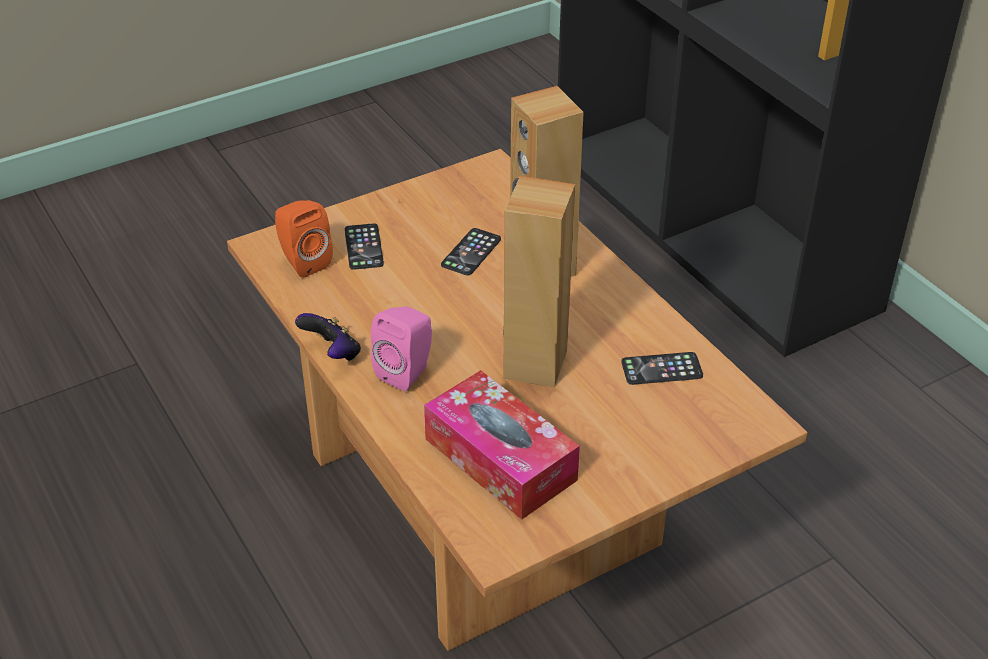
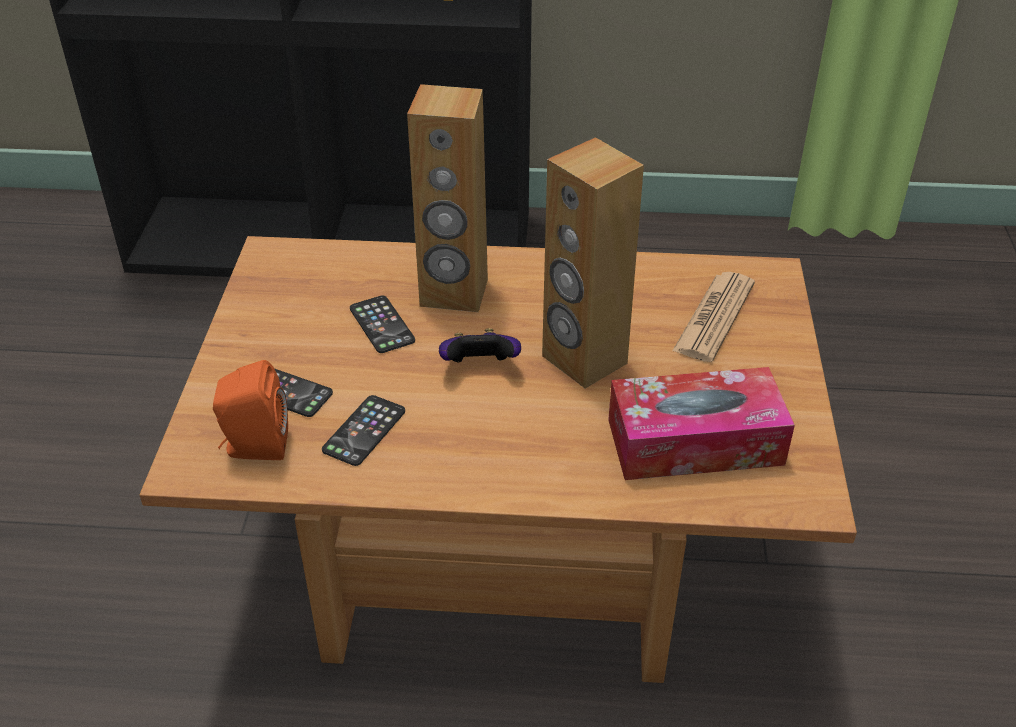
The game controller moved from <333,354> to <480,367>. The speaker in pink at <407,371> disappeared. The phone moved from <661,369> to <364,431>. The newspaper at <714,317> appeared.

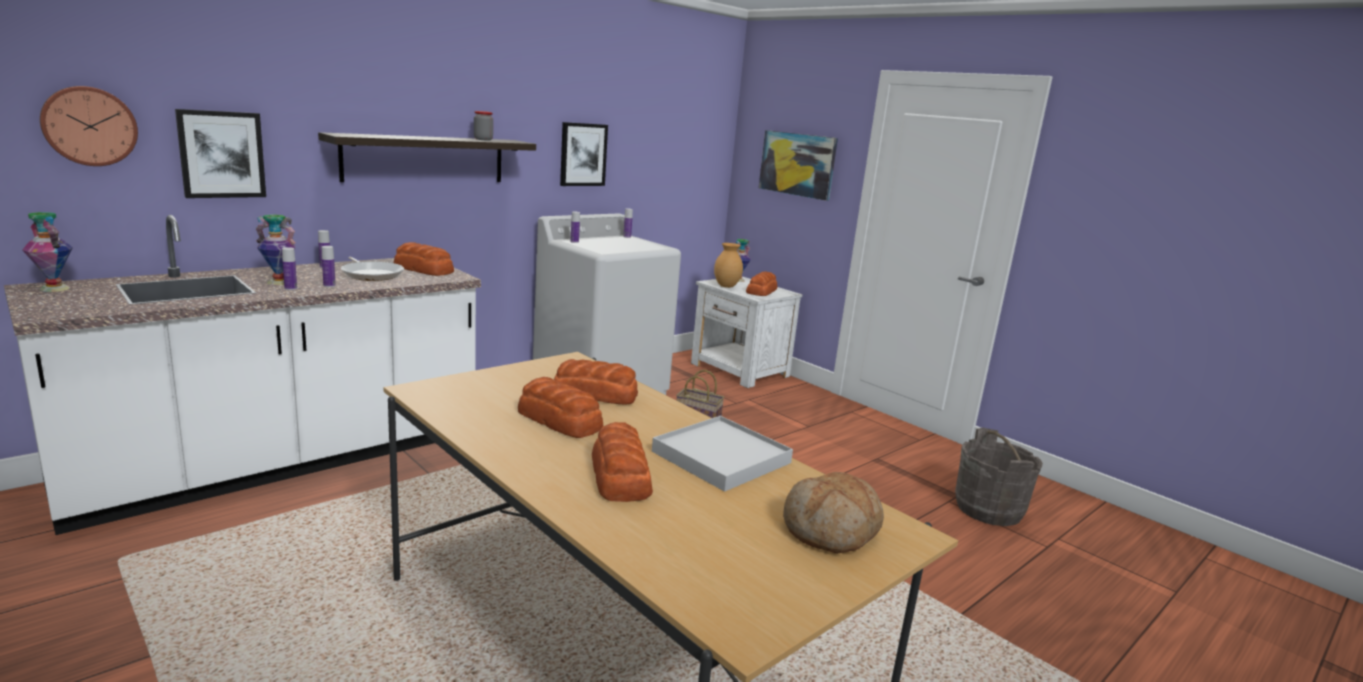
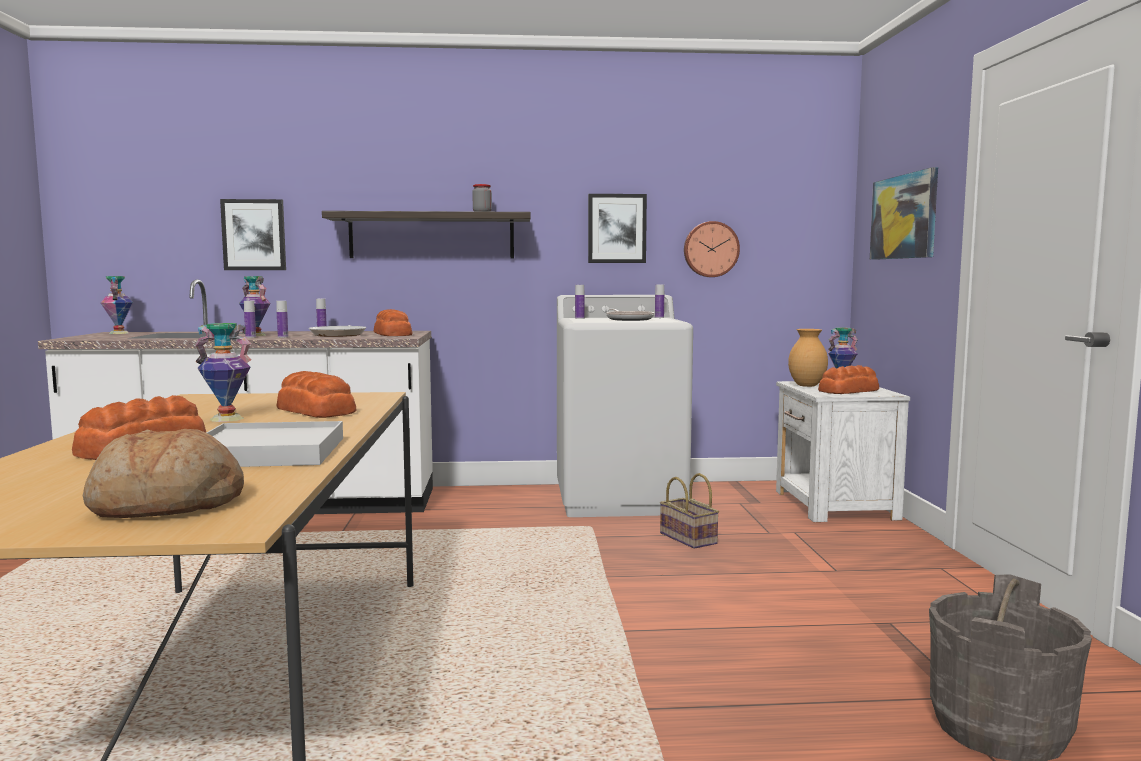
The wall clock moved from <89,126> to <710,249>. The bread at <560,421> was replaced by the vase at <226,419>. The frying pan at <629,319> appeared.

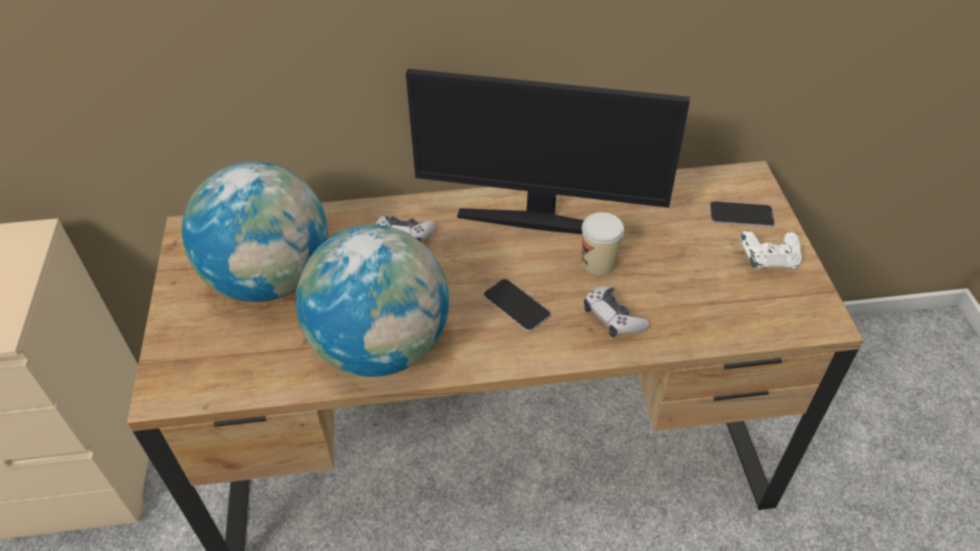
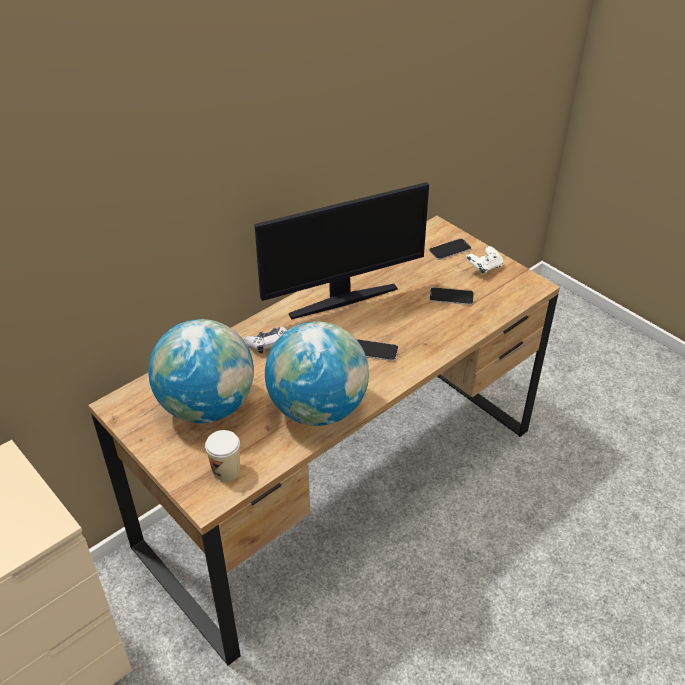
The cup moved from <598,263> to <226,470>. The game controller at <613,318> disappeared. The phone at <451,297> appeared.

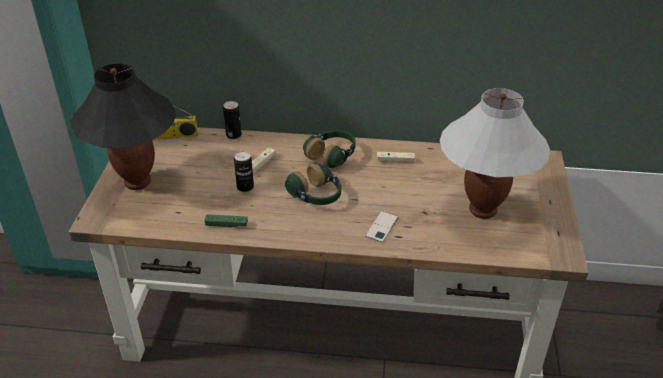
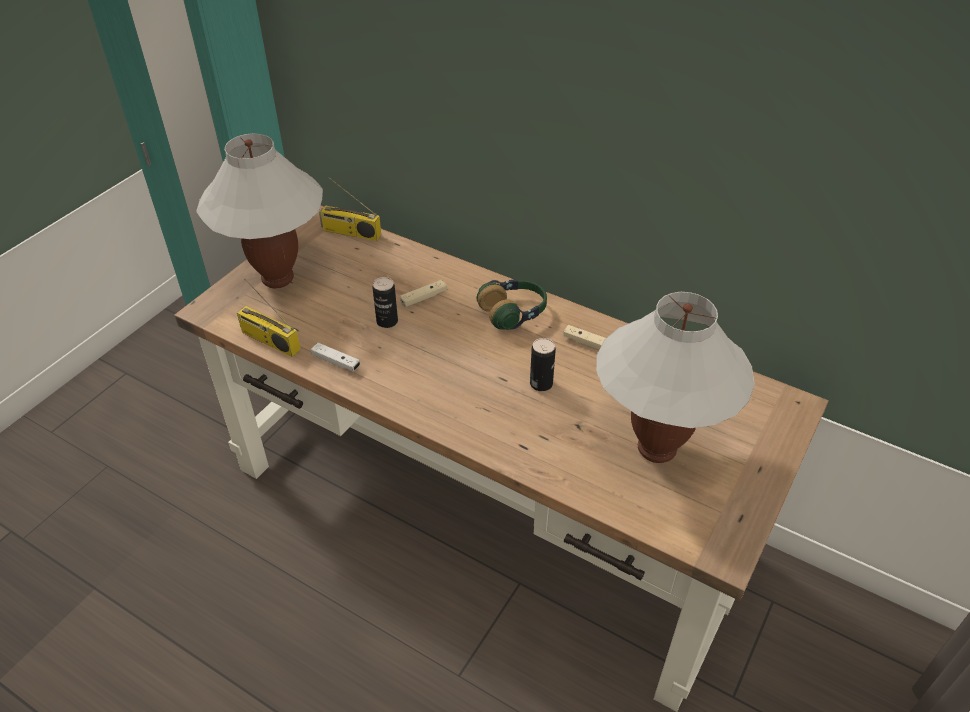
The table lamp in black at <137,182> became the table lamp in white at <278,278>. The game controller in green at <226,225> became the game controller in white at <336,362>. The can moved from <233,135> to <541,384>. The headphones at <316,196> disappeared. The phone at <382,227> disappeared. The radio at <269,341> appeared.

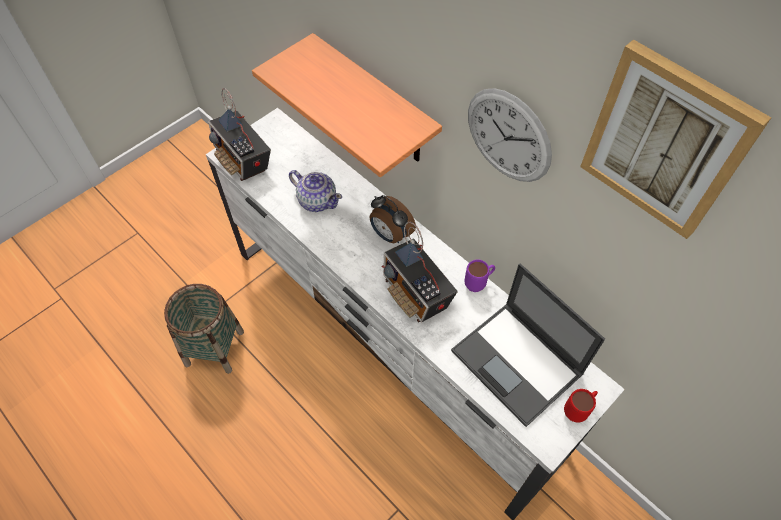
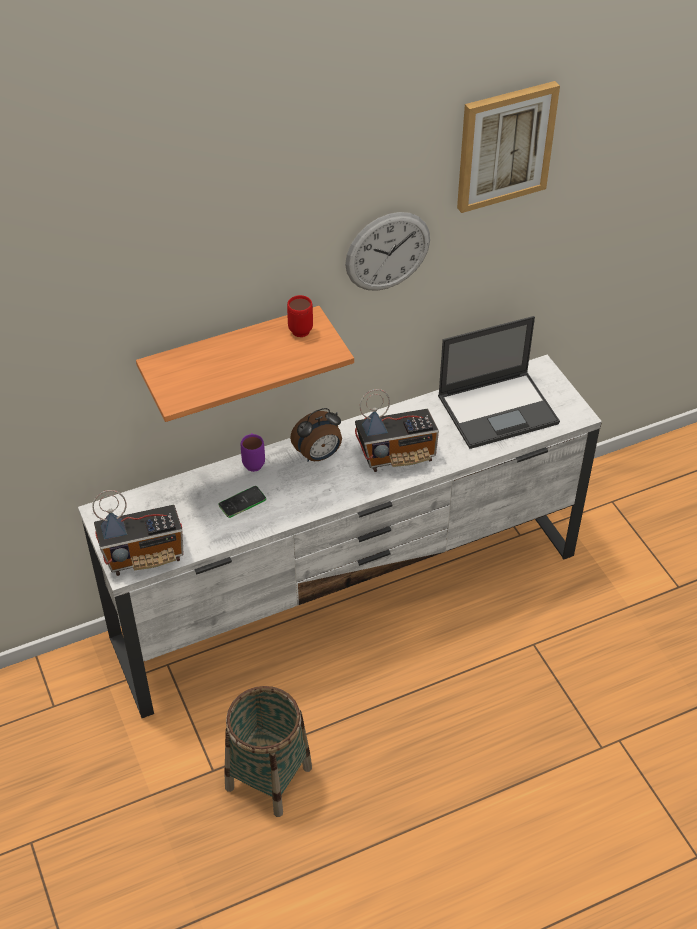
The teapot at <317,200> was replaced by the phone at <242,502>. The mug in purple moved from <478,284> to <253,462>. The mug in red moved from <578,410> to <299,328>.

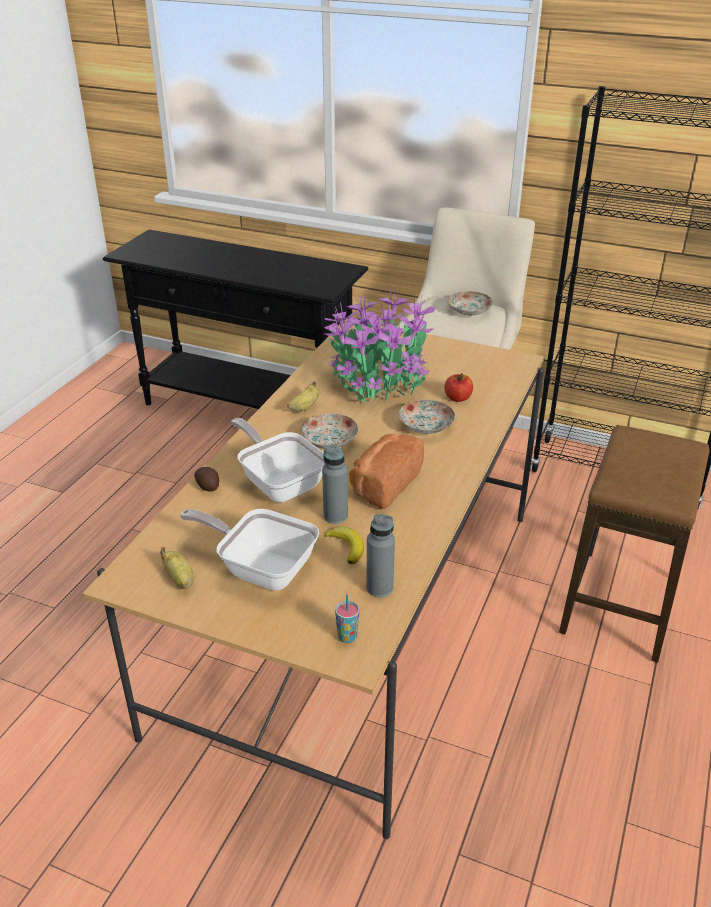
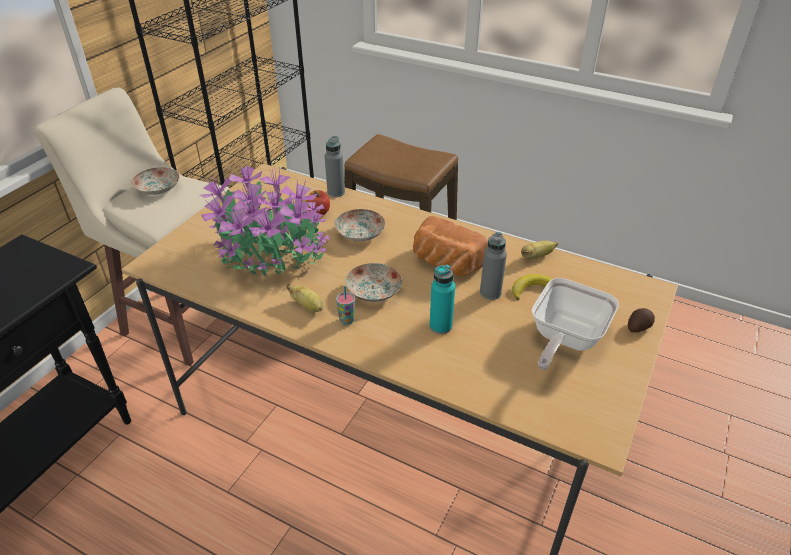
The banana moved from <180,579> to <536,256>. The potato moved from <208,486> to <638,326>. The frying pan at <279,483> was replaced by the bottle in turquoise at <440,326>. The cup moved from <347,637> to <347,320>. The bottle in grey moved from <379,588> to <336,192>.

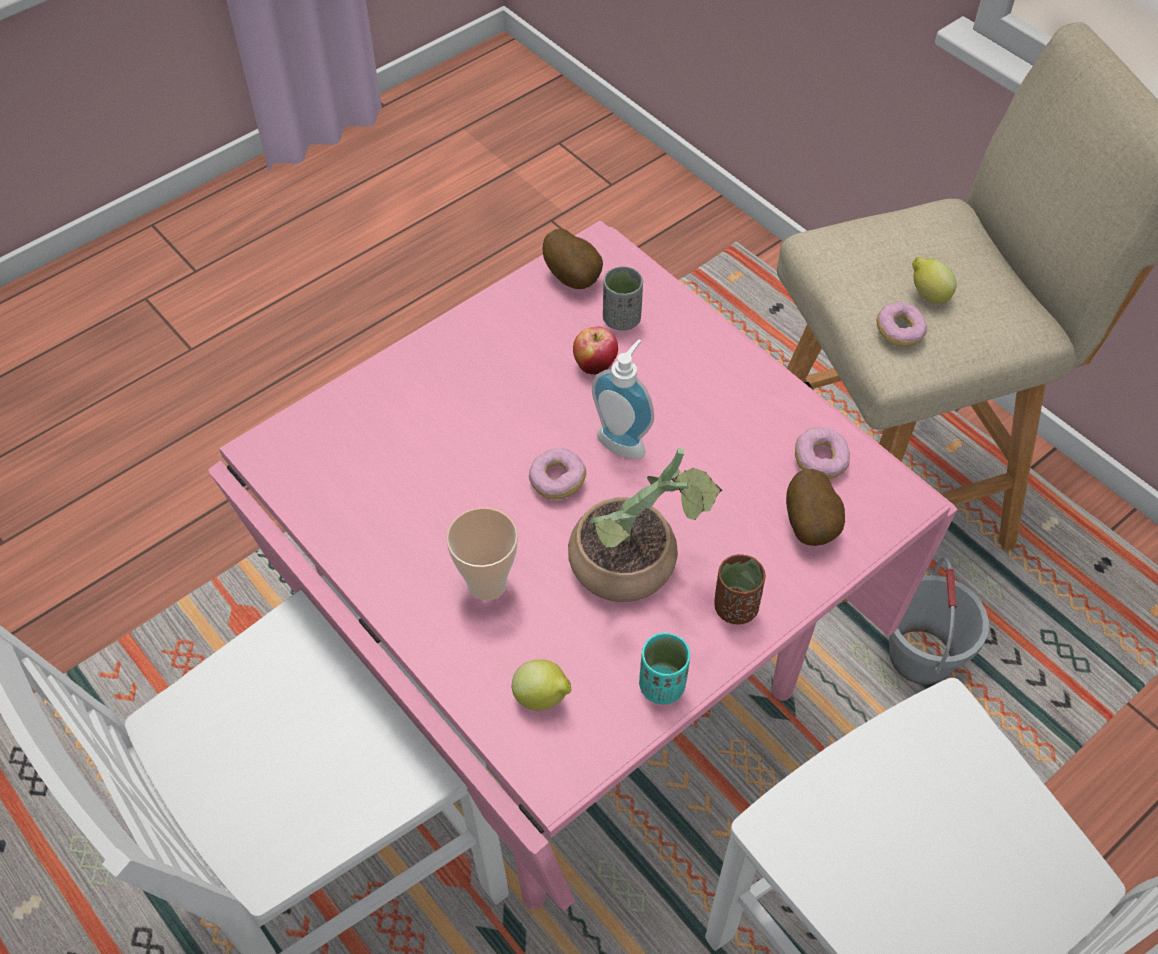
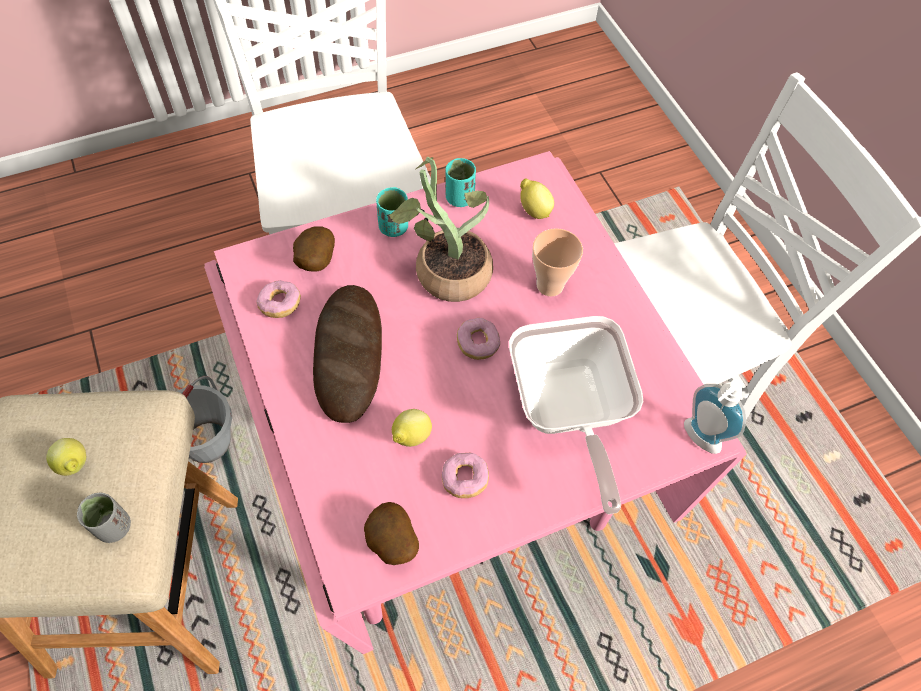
The apple at <595,365> was replaced by the lemon at <410,438>. The soap dispenser moved from <624,440> to <698,439>. The cup in grey moved from <621,319> to <114,527>. The cup in brown at <735,607> became the cup in turquoise at <393,227>. The donut moved from <899,332> to <464,479>. The bread at <349,355> appeared. The frying pan at <568,412> appeared.

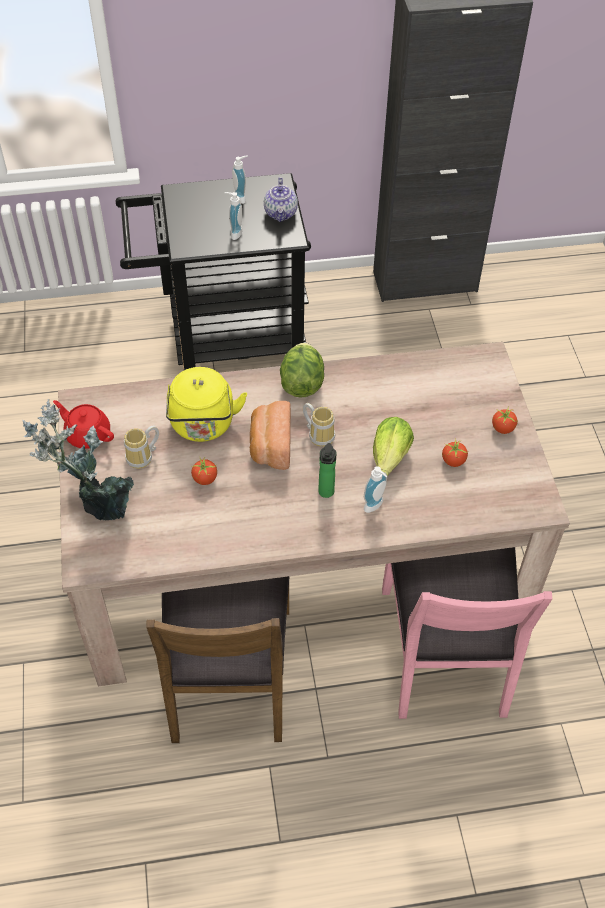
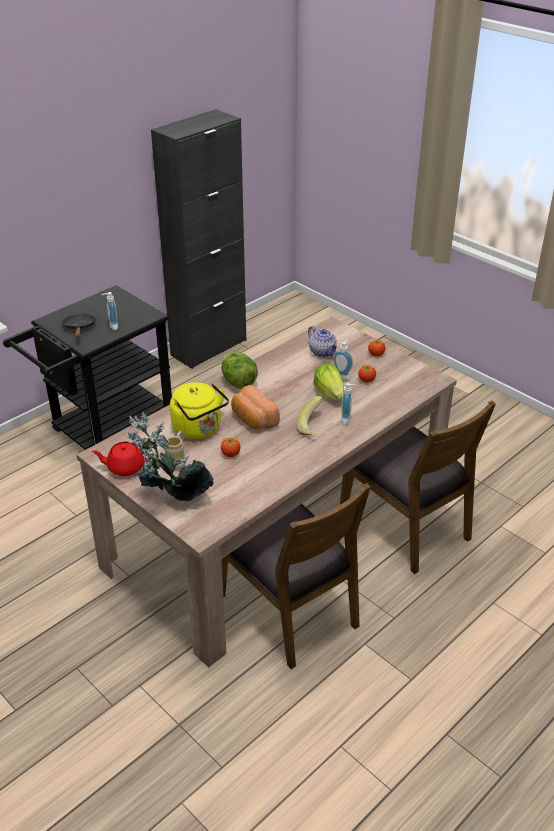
The soap dispenser moved from <242,197> to <343,376>. The teapot moved from <281,213> to <323,352>. The mug at <319,434> disappeared. The bottle at <326,493> was replaced by the banana at <312,427>. The chair in pink at <446,651> became the chair in brown at <406,525>. The frying pan in black at <80,328> appeared.

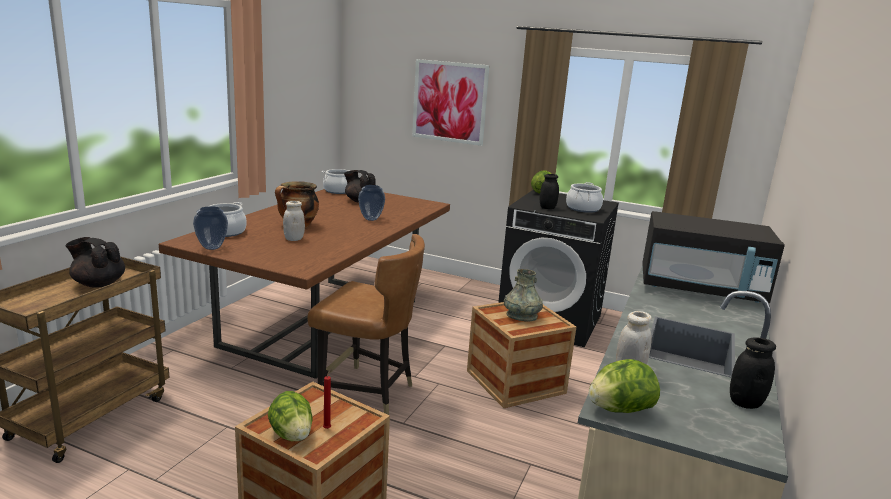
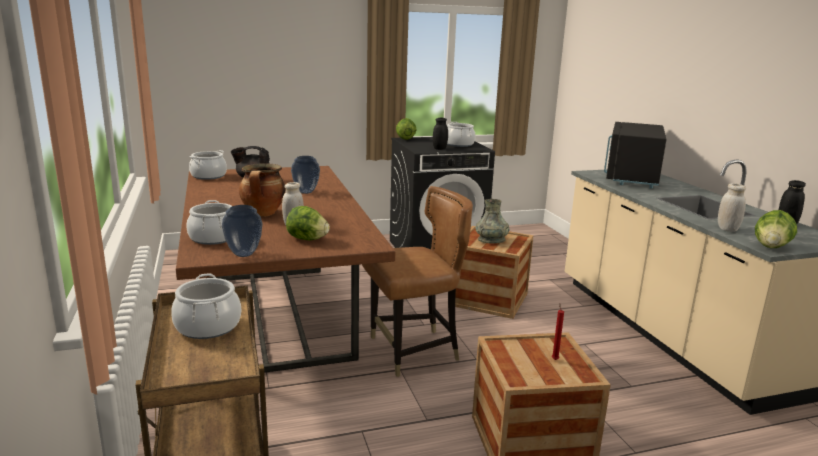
The teapot in black at <98,284> was replaced by the cooking pot at <207,326>. The lettuce moved from <292,434> to <307,239>. The picture at <449,102> disappeared. The microwave in black at <700,289> turned 135 degrees clockwise.

